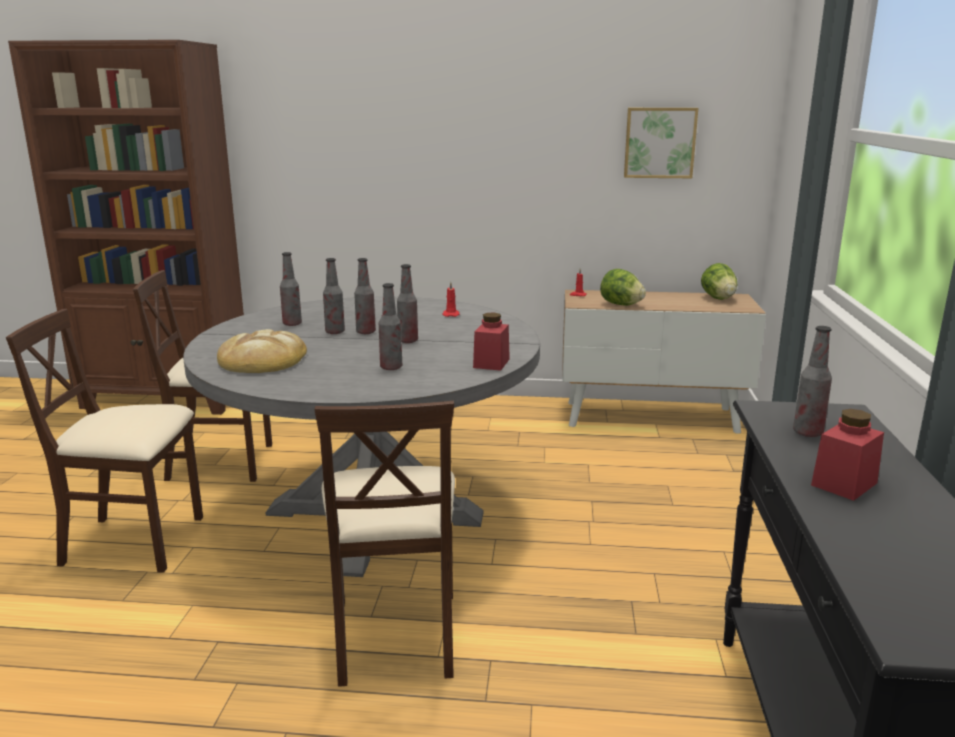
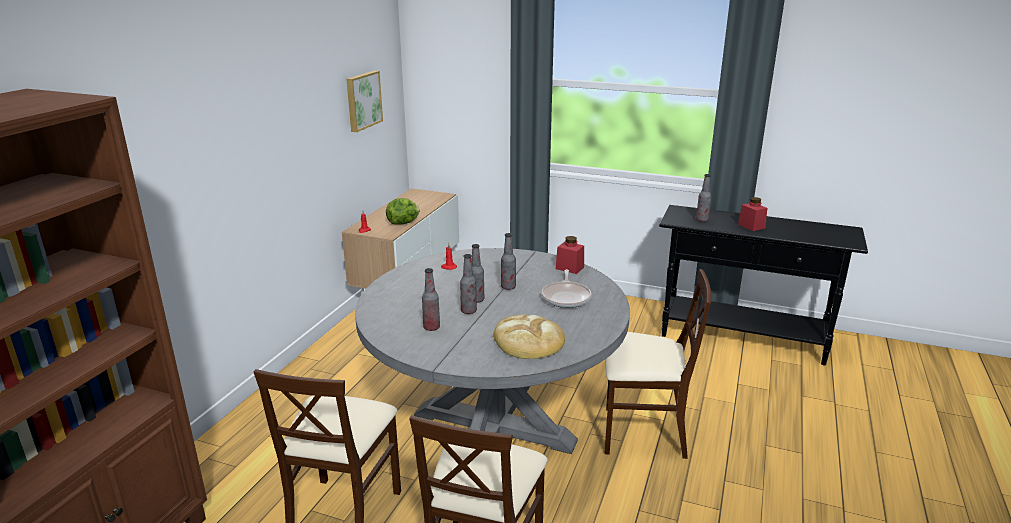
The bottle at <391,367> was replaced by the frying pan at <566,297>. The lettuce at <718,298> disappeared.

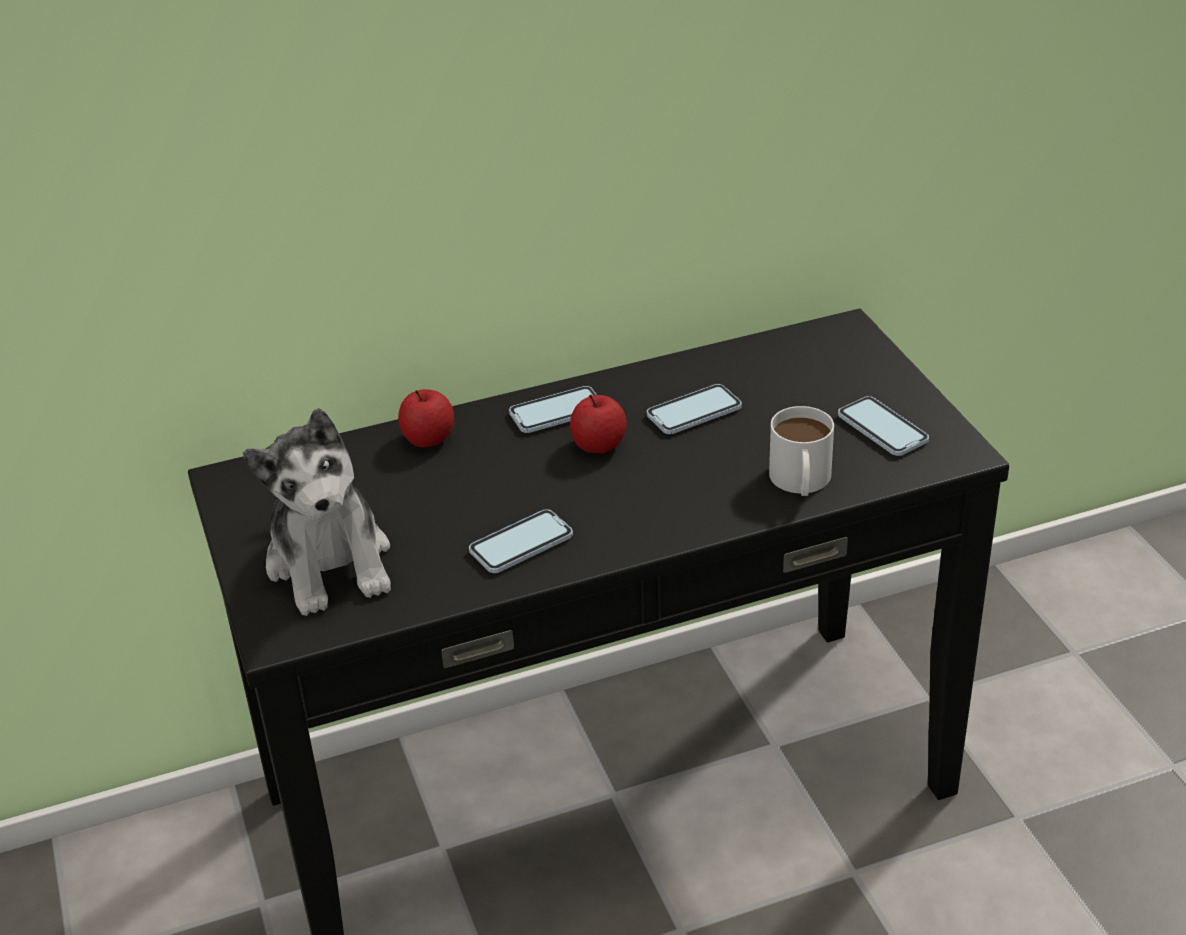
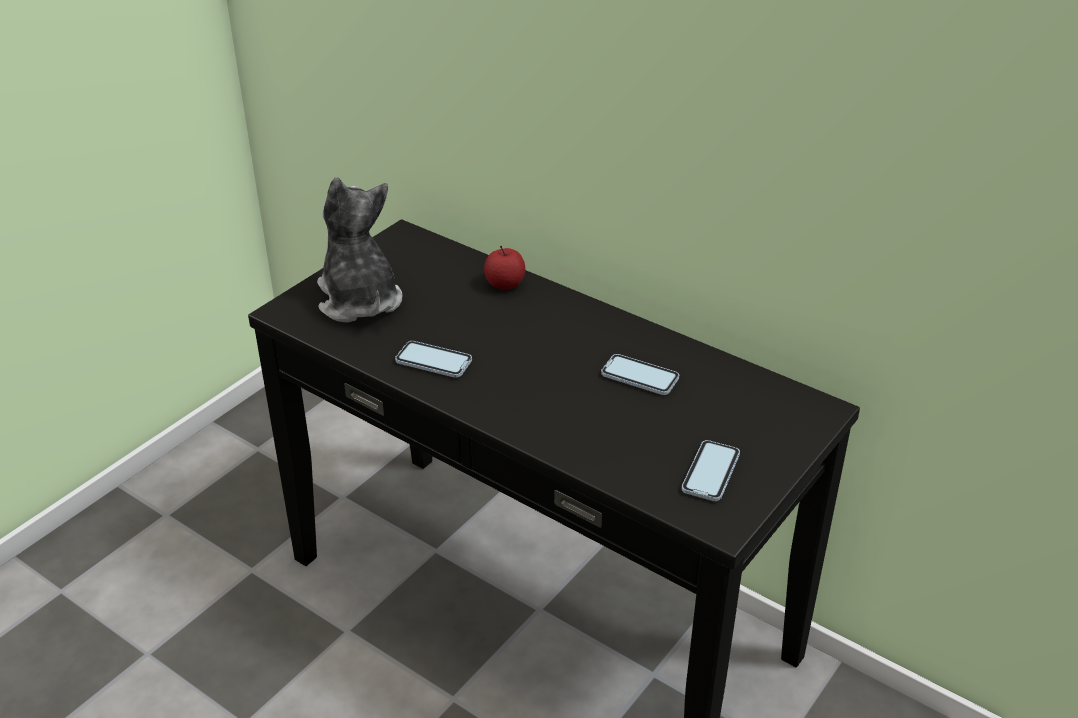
The plush toy at <330,562> turned 120 degrees clockwise. The phone at <557,412> disappeared. The apple at <598,445> disappeared. The mug in white at <801,482> disappeared.

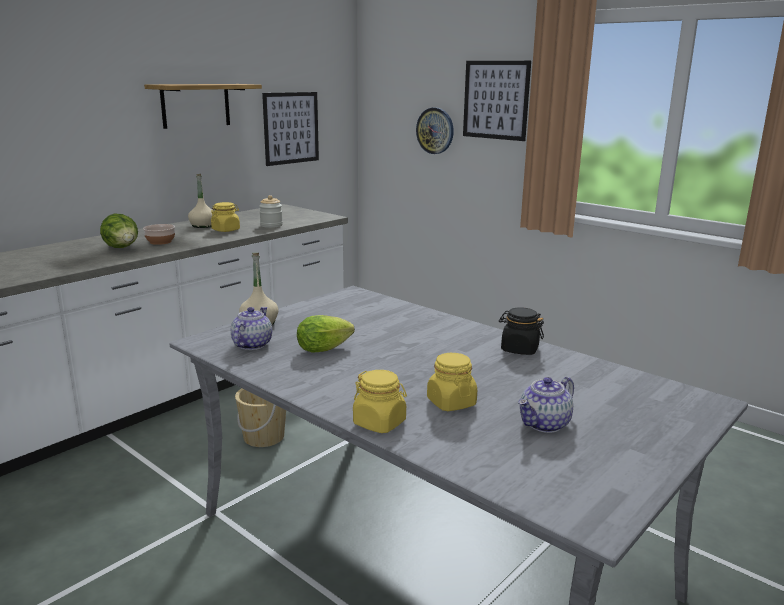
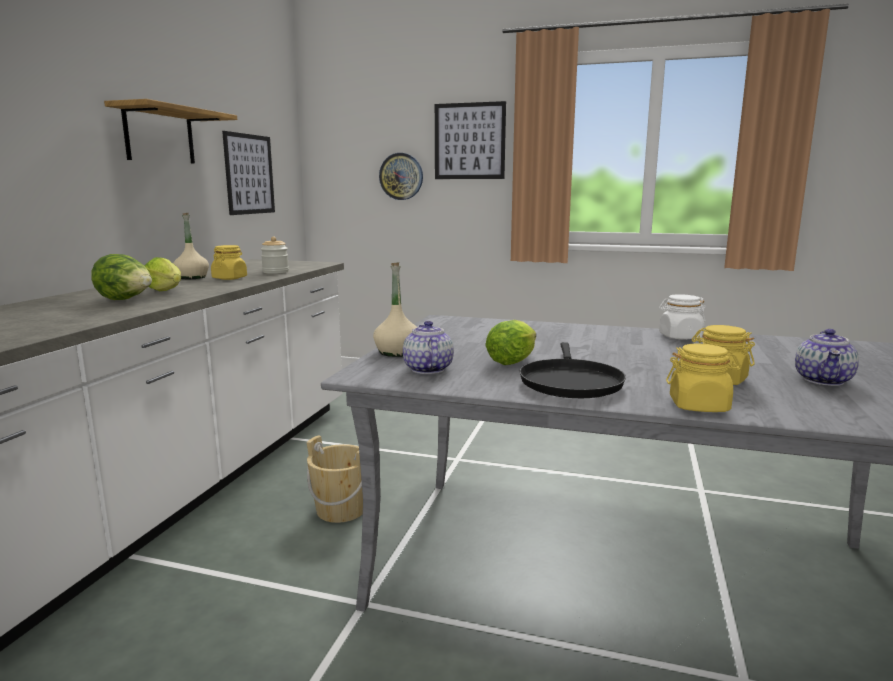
The bowl at <160,241> was replaced by the lettuce at <167,291>. The jar in black at <519,349> became the jar in white at <680,337>. The frying pan in black at <570,382> appeared.

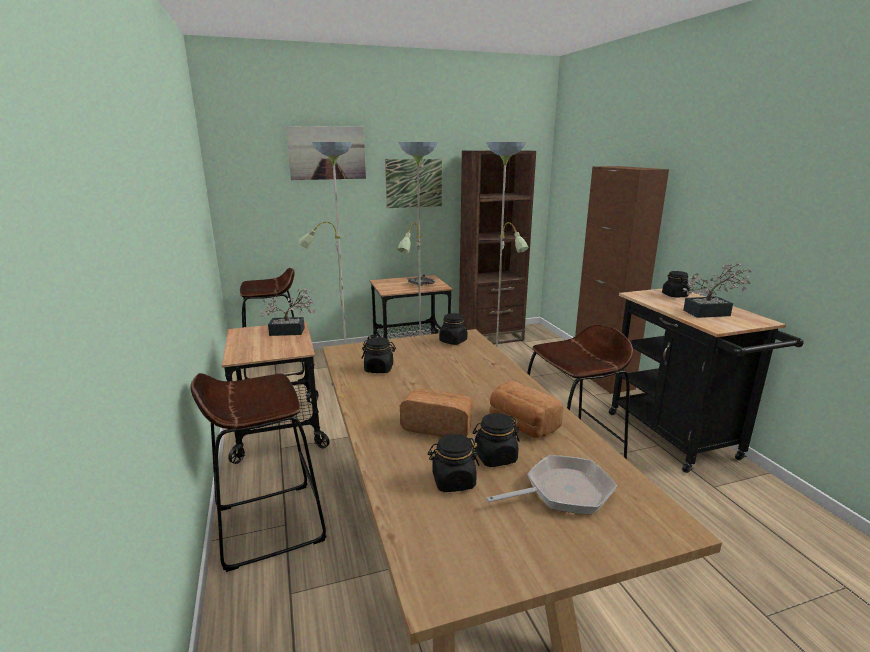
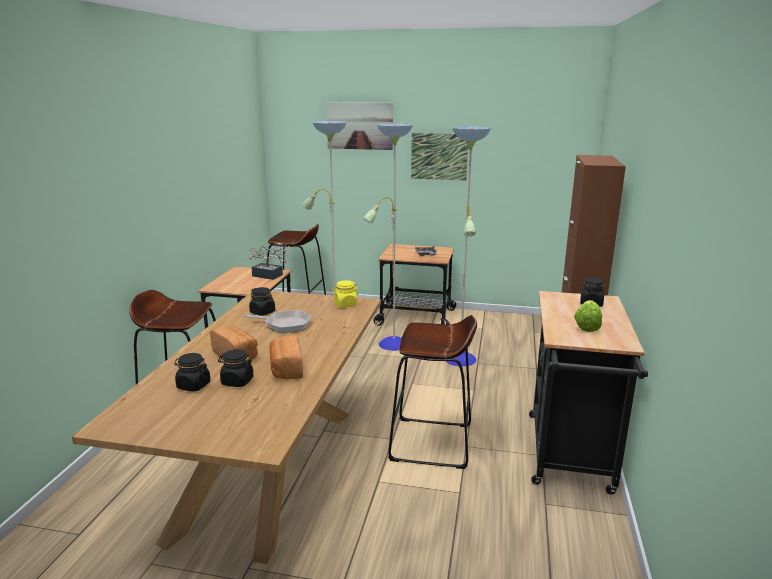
The jar in black at <453,341> became the jar in yellow at <345,304>. The bookcase in brown at <490,337> disappeared. The frying pan moved from <563,491> to <285,324>. The potted plant at <711,313> was replaced by the lettuce at <587,326>.

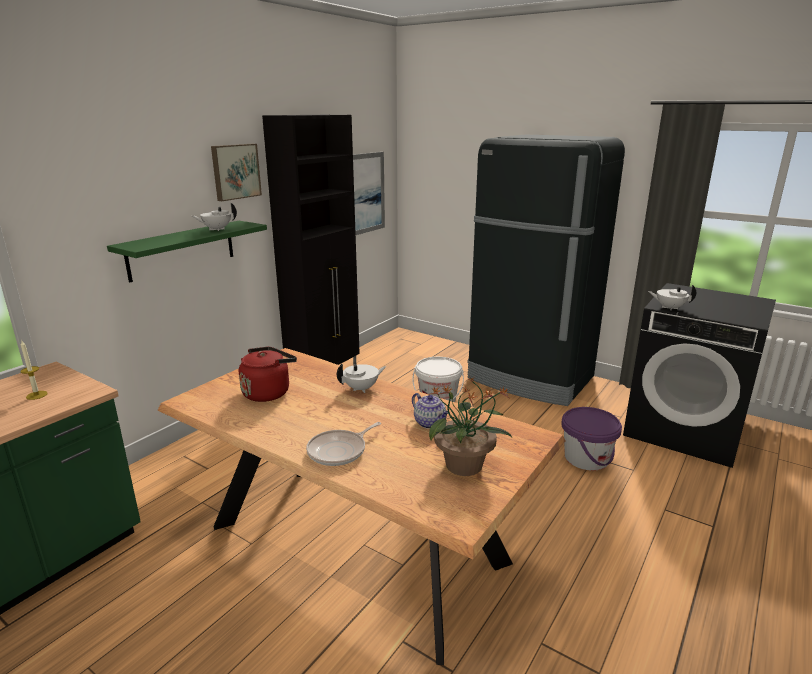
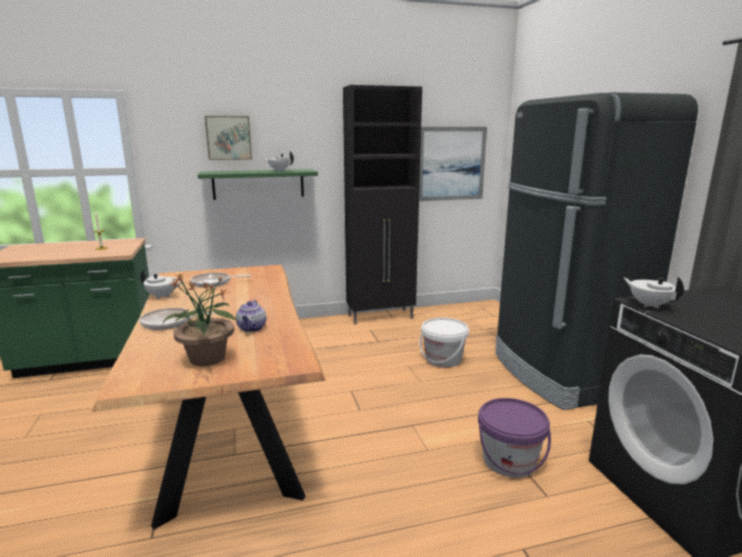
The picture moved from <235,171> to <228,138>. The kettle in red at <268,392> was replaced by the frying pan at <213,283>. The teapot in white moved from <362,389> to <162,296>.

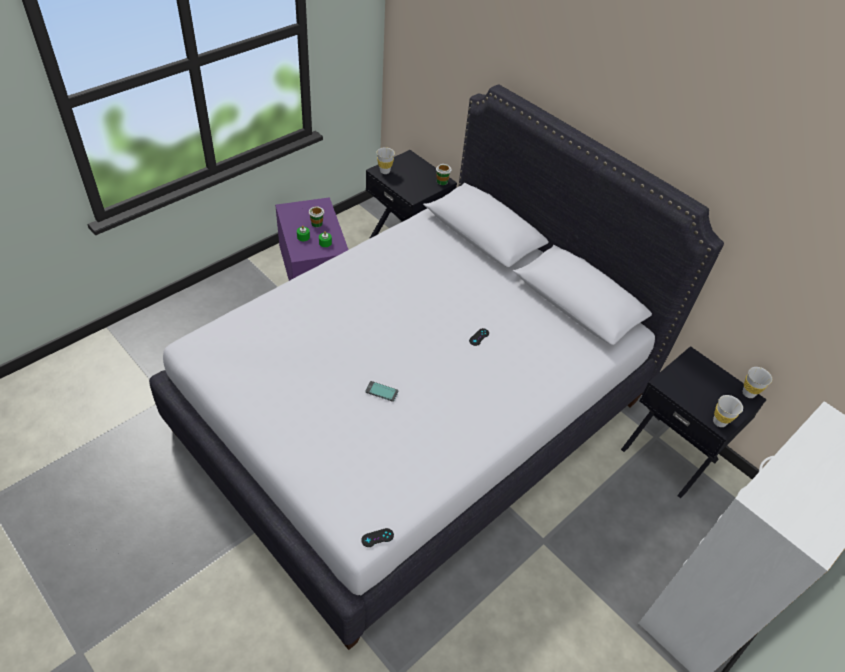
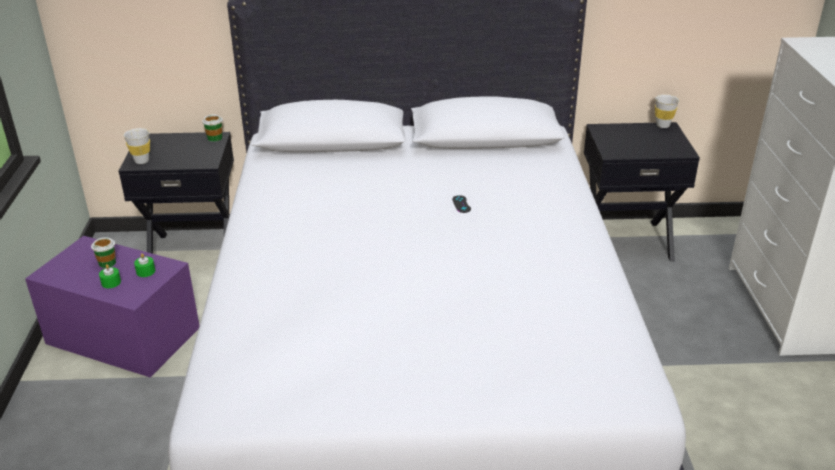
The game controller in black at <377,537> disappeared. The phone at <381,392> disappeared. The cup in white at <719,422> disappeared.

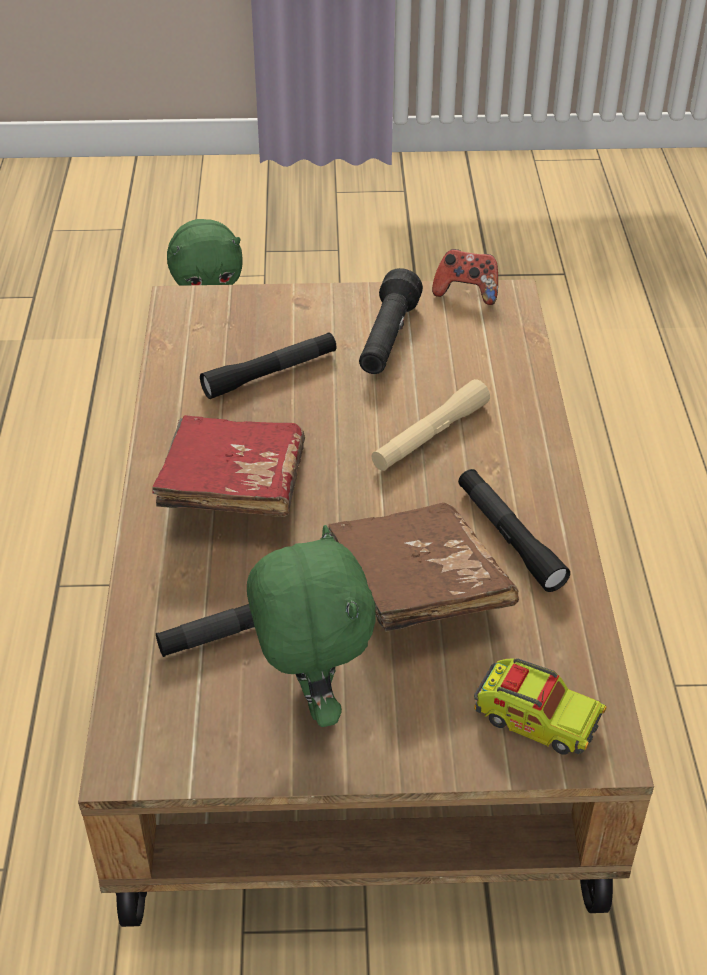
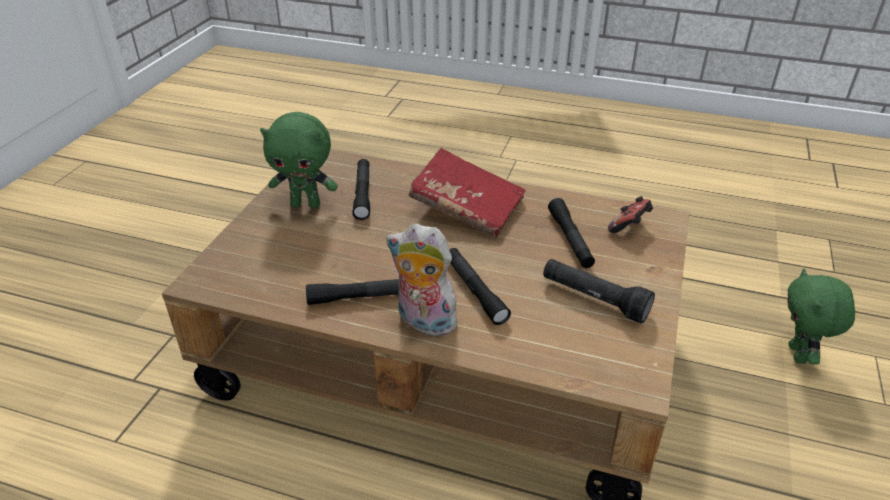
The book in brown at <417,588> disappeared. The flashlight in beige at <430,436> became the flashlight in black at <475,291>. The game controller moved from <466,293> to <629,227>. The toy truck at <536,719> disappeared. The plush toy at <423,322> appeared.

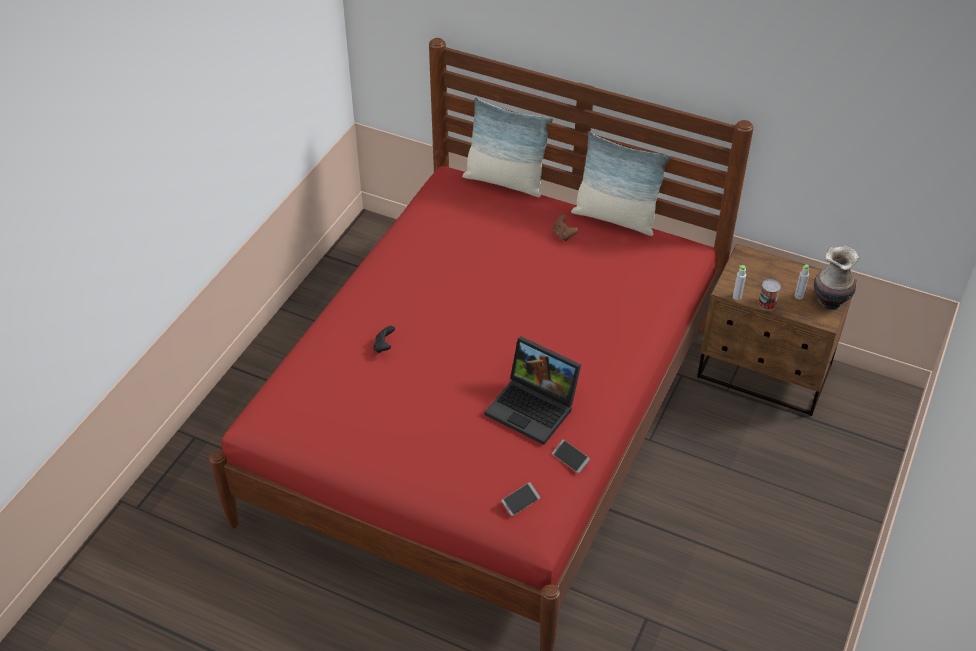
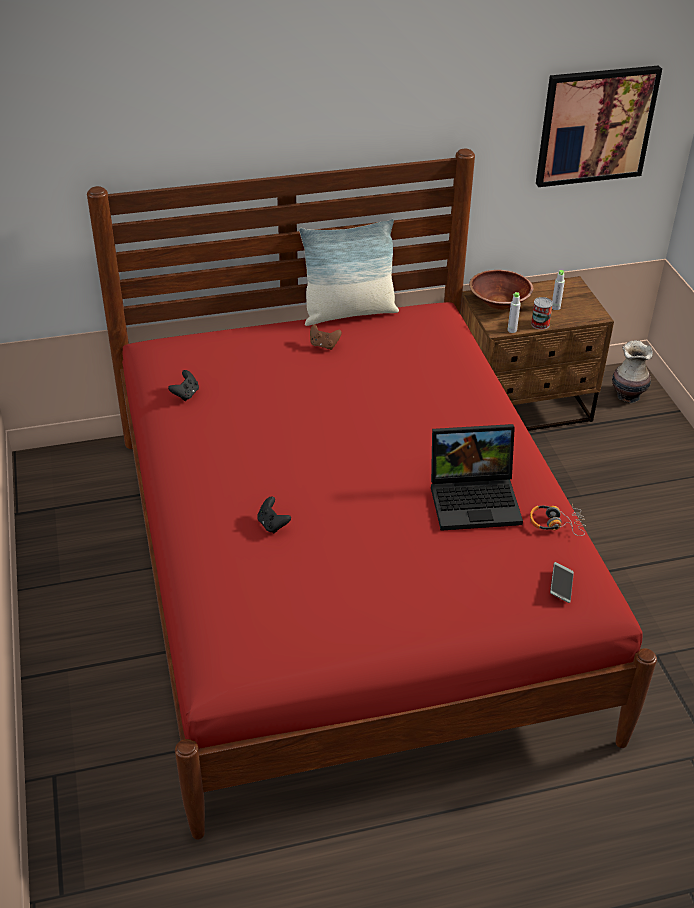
The pillow at <505,181> disappeared. The phone at <570,459> was replaced by the headphones at <556,523>. The vase moved from <829,301> to <627,396>. The game controller in black at <185,394> appeared. The bowl in brown at <499,303> appeared. The picture at <595,125> appeared.

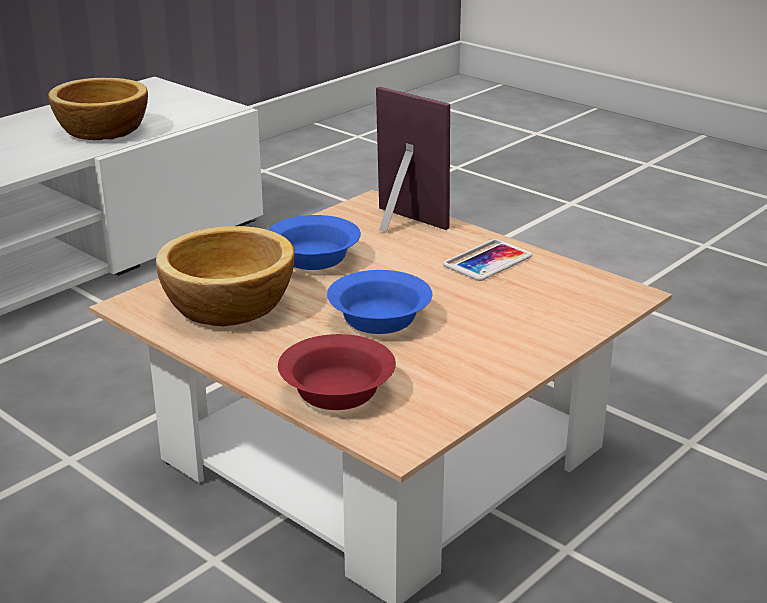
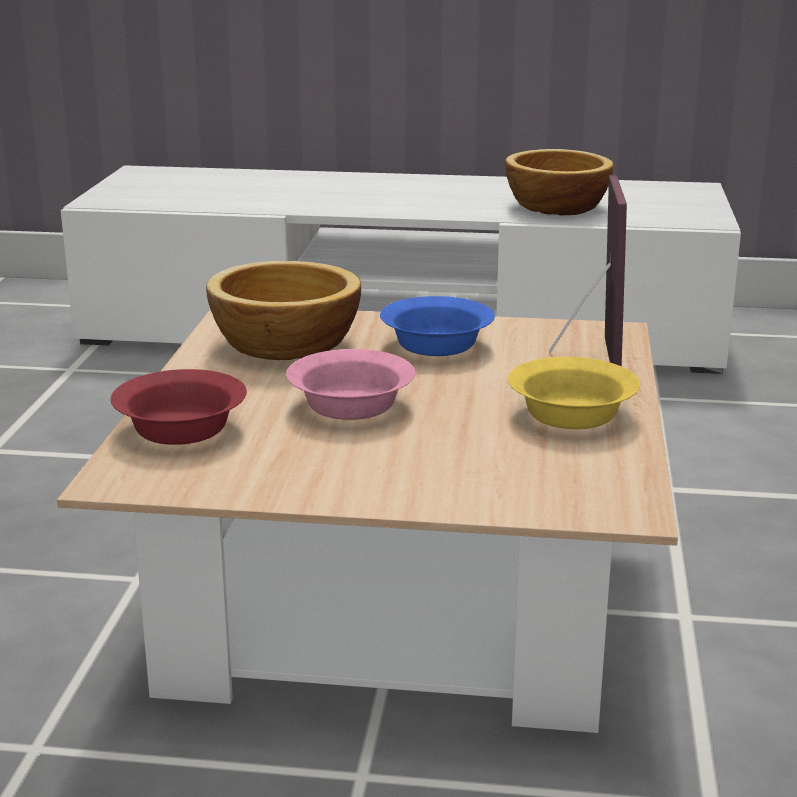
The bowl in blue at <380,321> became the bowl in pink at <349,407>. The phone at <487,261> was replaced by the bowl in yellow at <573,416>.

